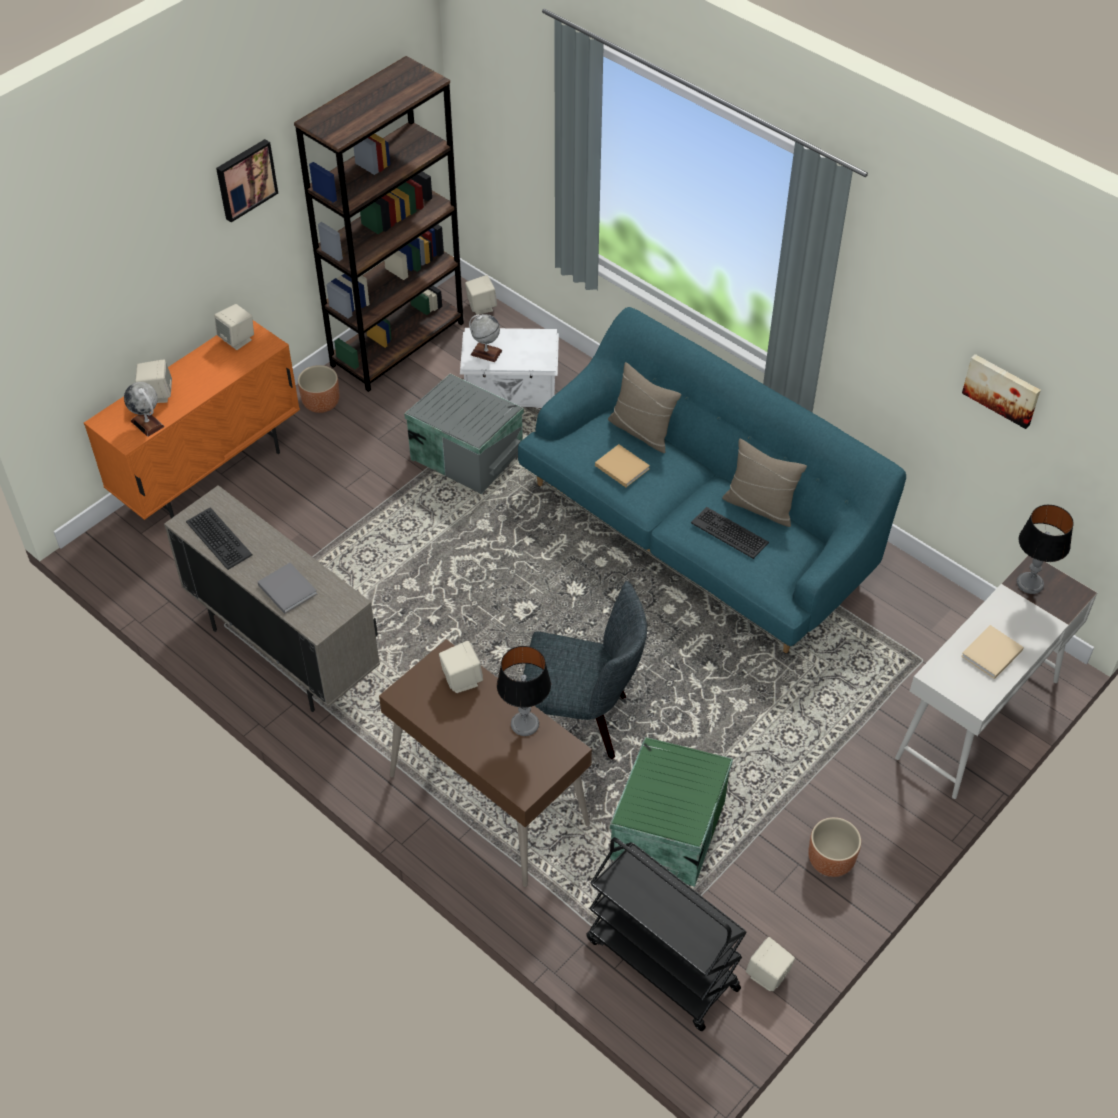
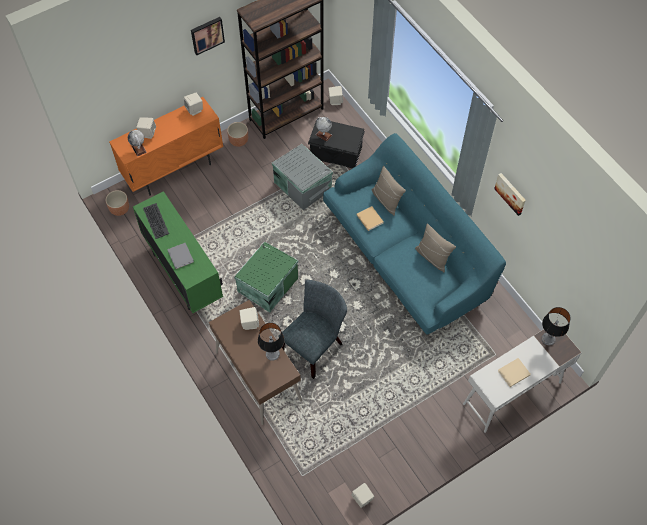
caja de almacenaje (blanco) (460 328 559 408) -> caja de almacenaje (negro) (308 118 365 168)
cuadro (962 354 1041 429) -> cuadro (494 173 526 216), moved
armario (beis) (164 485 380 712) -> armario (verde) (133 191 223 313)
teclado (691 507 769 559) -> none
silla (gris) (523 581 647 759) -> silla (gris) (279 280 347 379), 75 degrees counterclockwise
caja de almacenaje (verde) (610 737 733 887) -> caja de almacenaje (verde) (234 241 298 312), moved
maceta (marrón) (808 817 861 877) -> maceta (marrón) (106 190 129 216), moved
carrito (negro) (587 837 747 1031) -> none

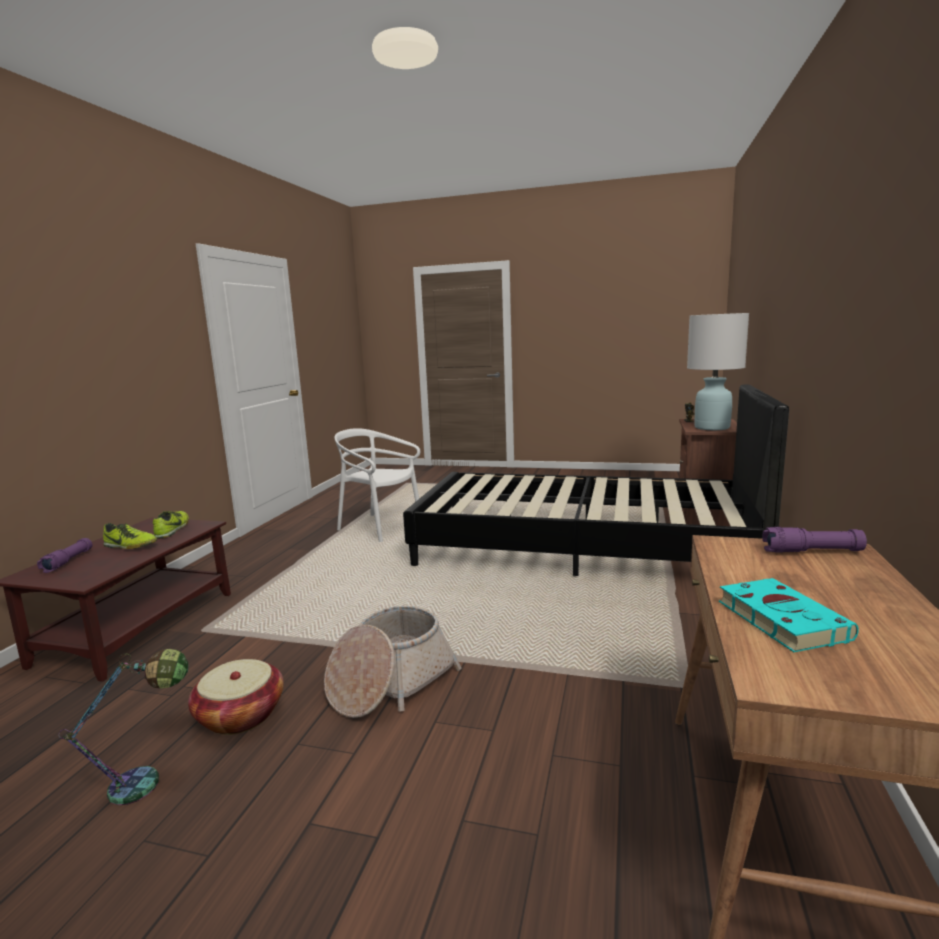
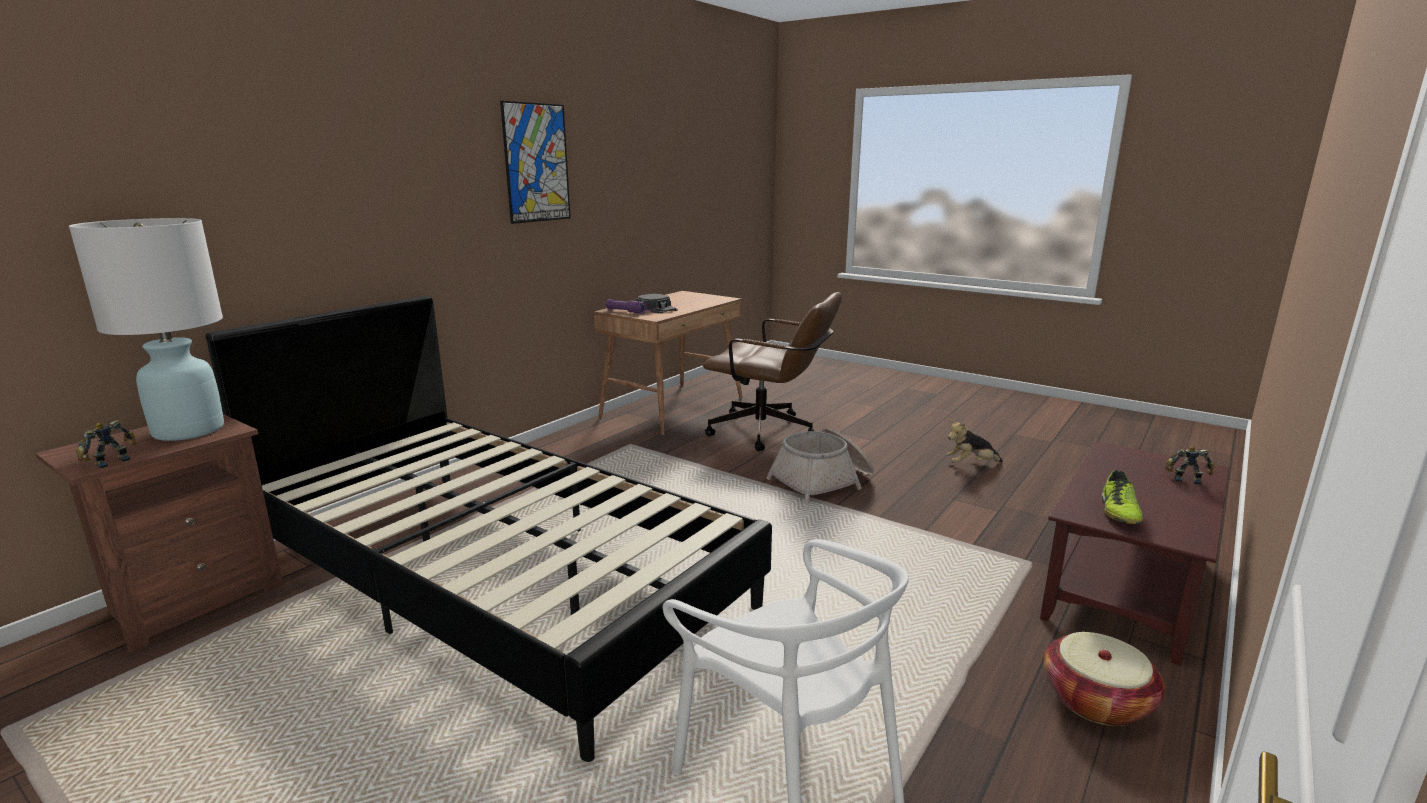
zapato (103 523 157 549) -> none
linterna (morado) (37 538 92 573) -> robot de juguete (1165 446 1215 485)
libro (turquesa) (719 578 859 652) -> none
lámpara de mesa (58 649 189 805) -> peluche (946 420 1003 463)
cesta (188 659 284 735) -> cesta (1044 632 1165 726), moved
none -> cuadro (500 101 571 224)
none -> silla de oficina (marrón) (703 292 842 451)
none -> gorra (negro) (636 294 678 314)

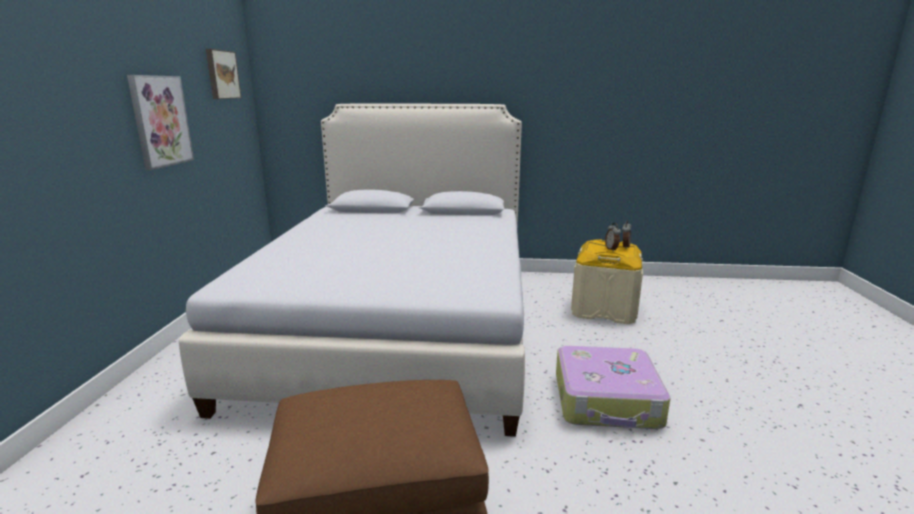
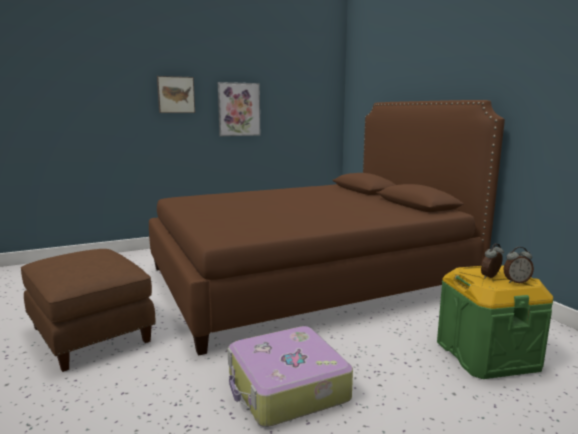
cuadro (206 49 241 99) -> cuadro (157 76 195 113), moved
cama (blanco) (179 103 525 437) -> cama (marrón) (149 100 505 356)
caja de almacenaje (beis) (571 240 643 324) -> caja de almacenaje (verde) (437 265 553 379)

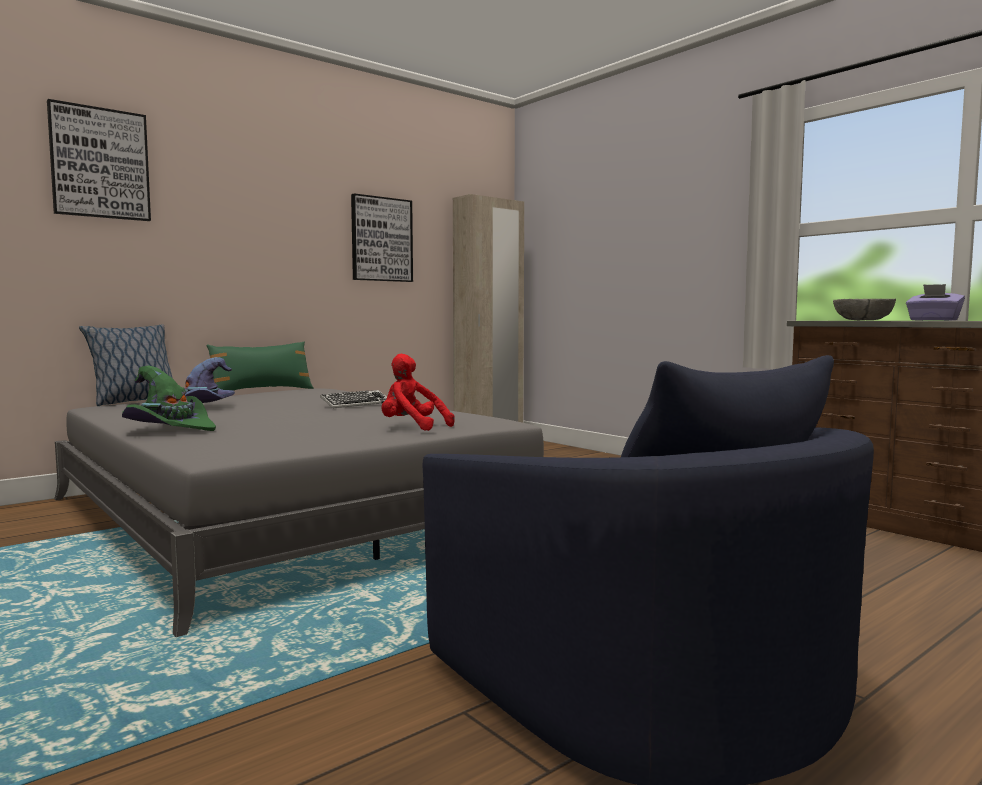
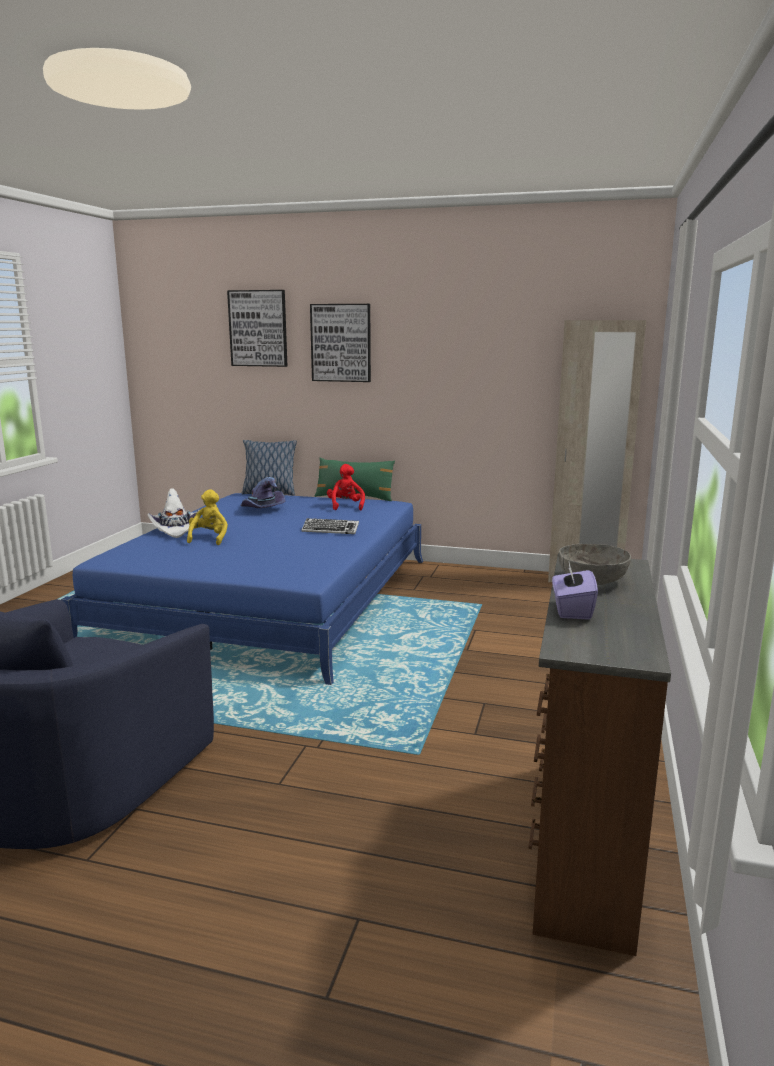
cuadro (351 193 413 282) -> cuadro (310 304 371 382), moved
peluche (rojo) (381 353 455 431) -> peluche (rojo) (327 464 365 510), moved
sombrero (verde) (122 366 216 431) -> sombrero (blanco) (148 488 199 538)
cama (gris) (54 389 544 637) -> cama (azul) (61 493 423 685)
none -> peluche (amarillo) (187 489 228 545)

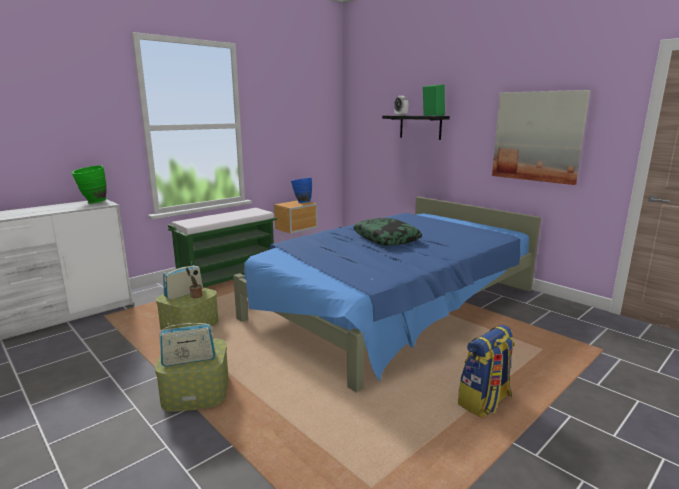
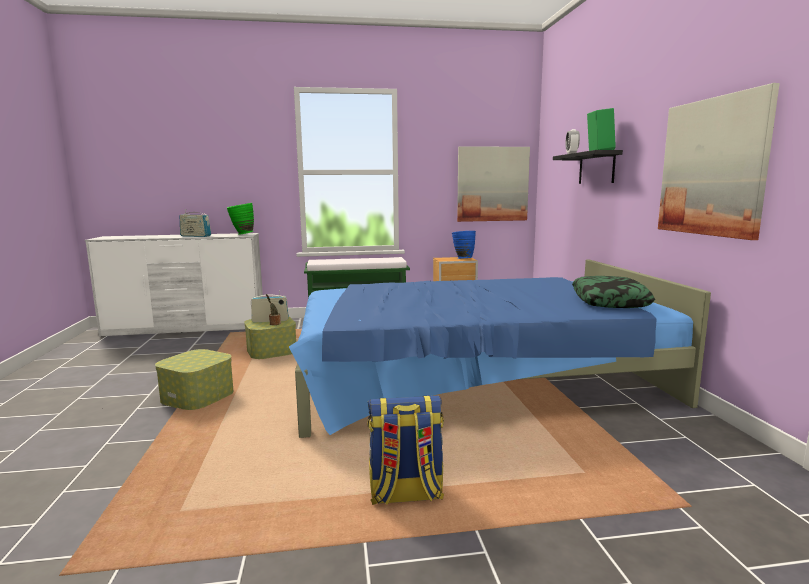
cojín (353 218 422 245) -> cojín (572 276 655 308), moved
radio (159 323 215 367) -> radio (180 209 211 237), moved
none -> cuadro (457 147 530 222)

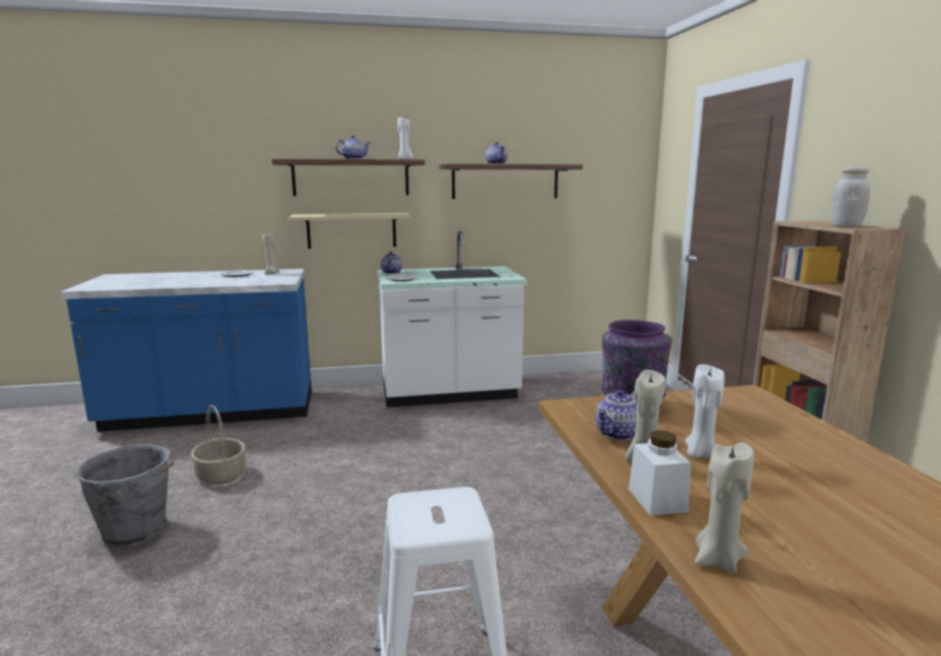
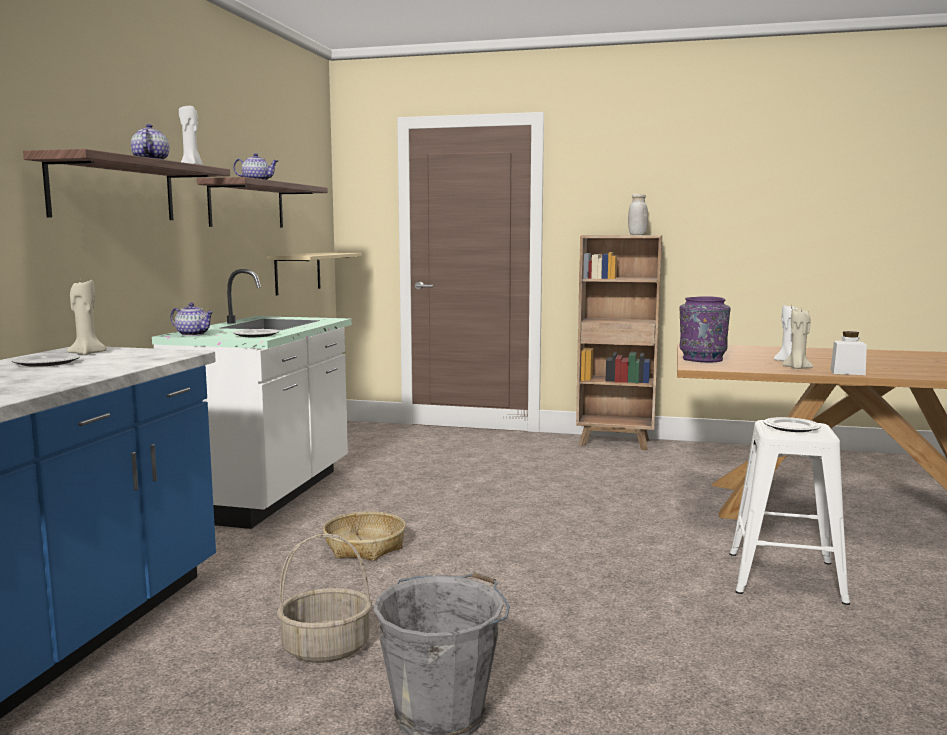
estante (beis) (288 213 411 249) -> estante (beis) (267 253 362 295), moved
tetera (595 390 637 441) -> none
vela (beis) (695 443 754 574) -> none
none -> plato (764 417 821 432)
none -> cesta (323 511 406 561)

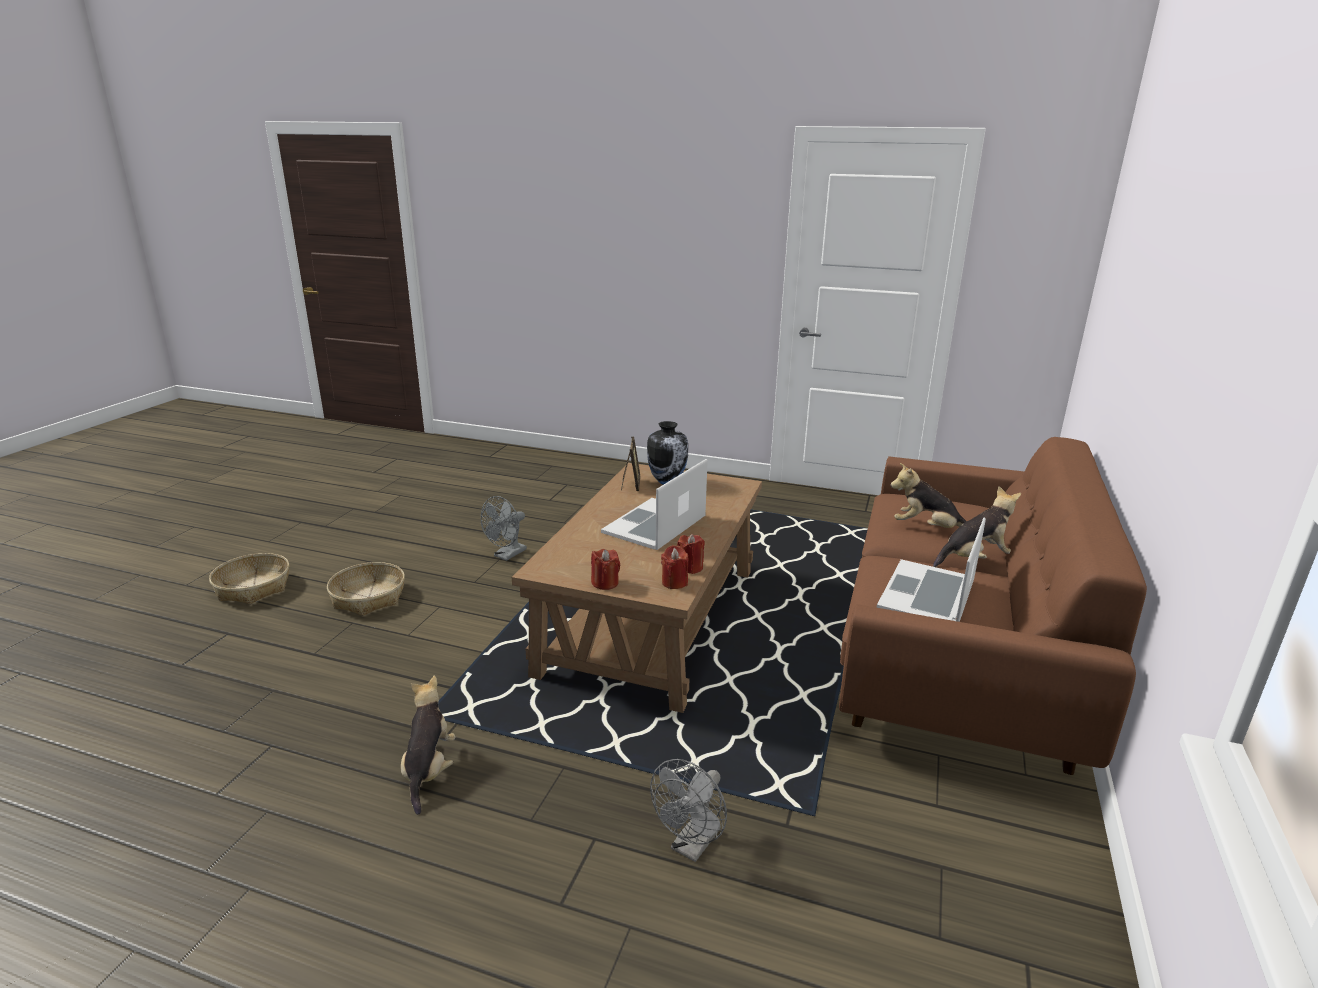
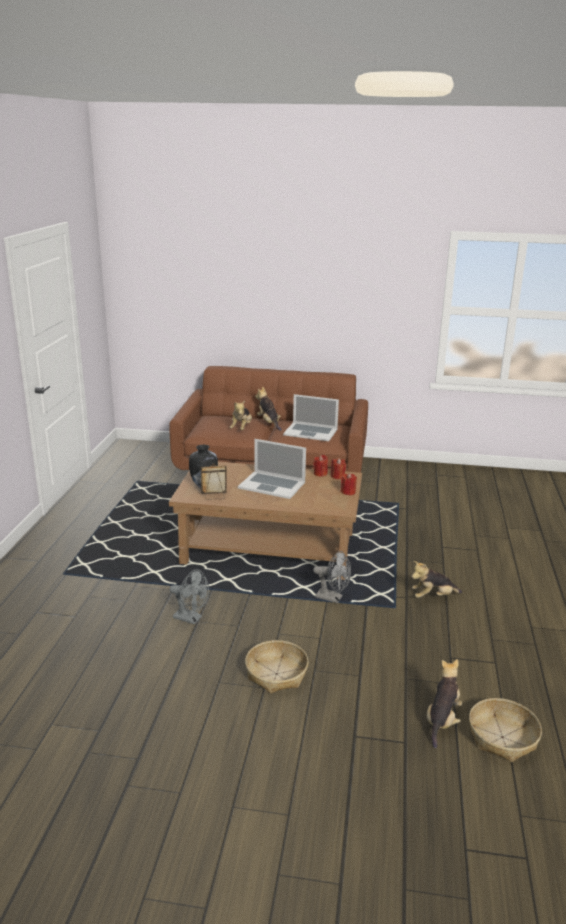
cesta (209 553 290 604) -> cesta (469 698 542 762), moved
ventilador (gris) (650 759 727 862) -> ventilador (gris) (313 551 351 604), moved
none -> peluche (427 659 462 749)

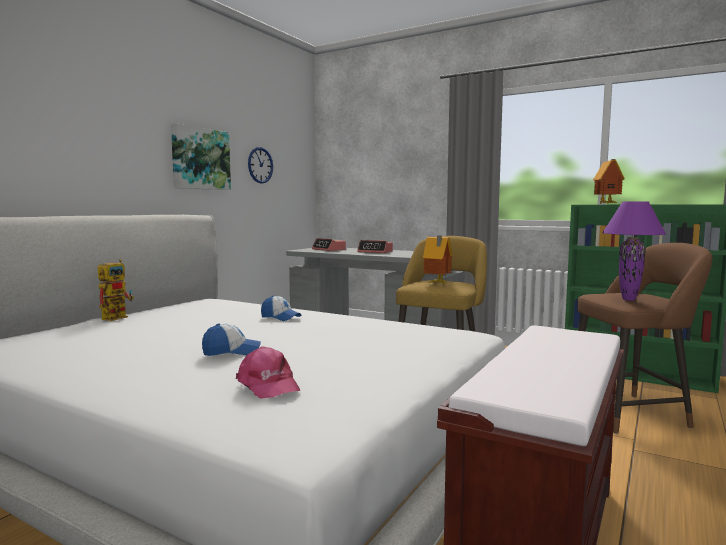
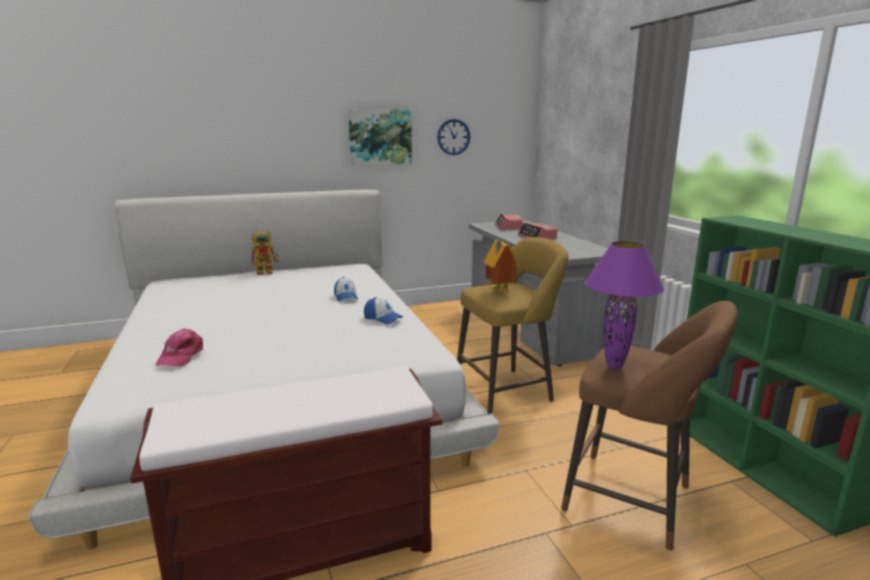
casita (593 159 625 204) -> none
gorra (202 324 261 356) -> gorra (364 297 403 324), moved

